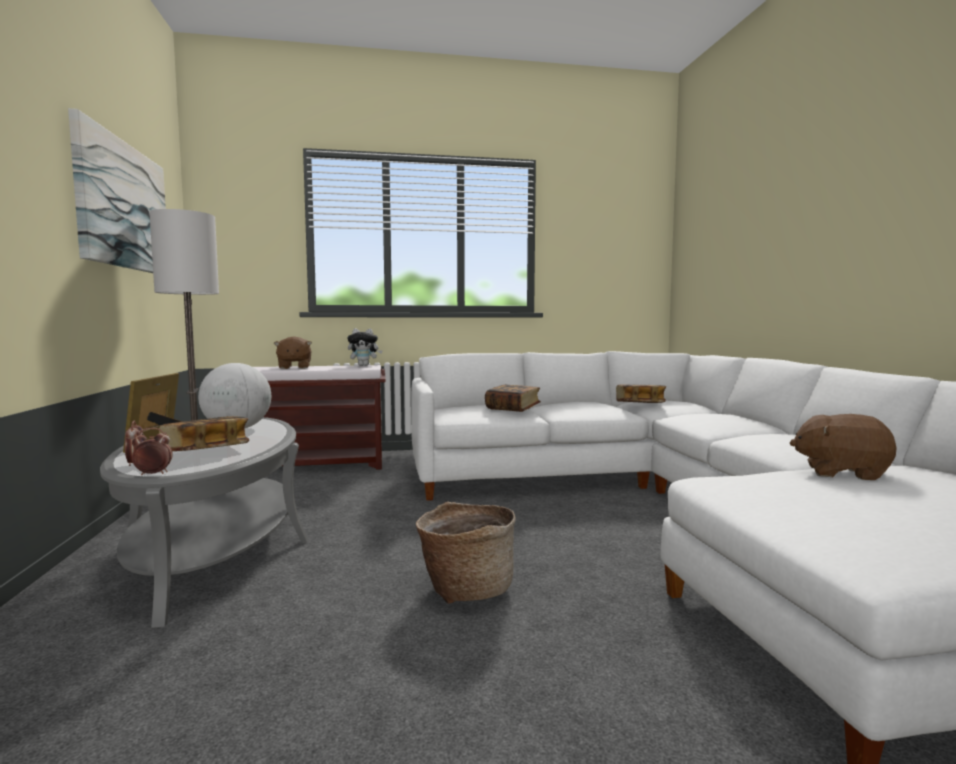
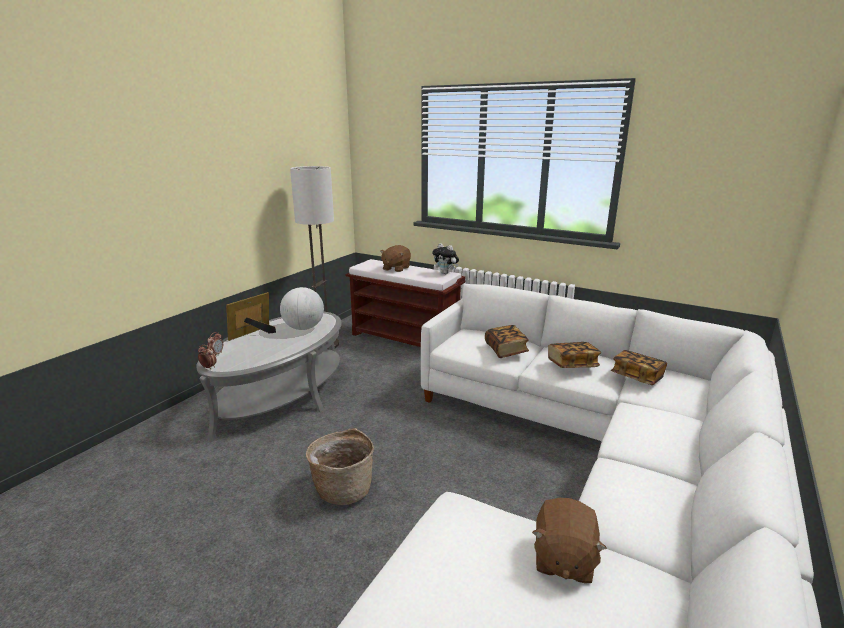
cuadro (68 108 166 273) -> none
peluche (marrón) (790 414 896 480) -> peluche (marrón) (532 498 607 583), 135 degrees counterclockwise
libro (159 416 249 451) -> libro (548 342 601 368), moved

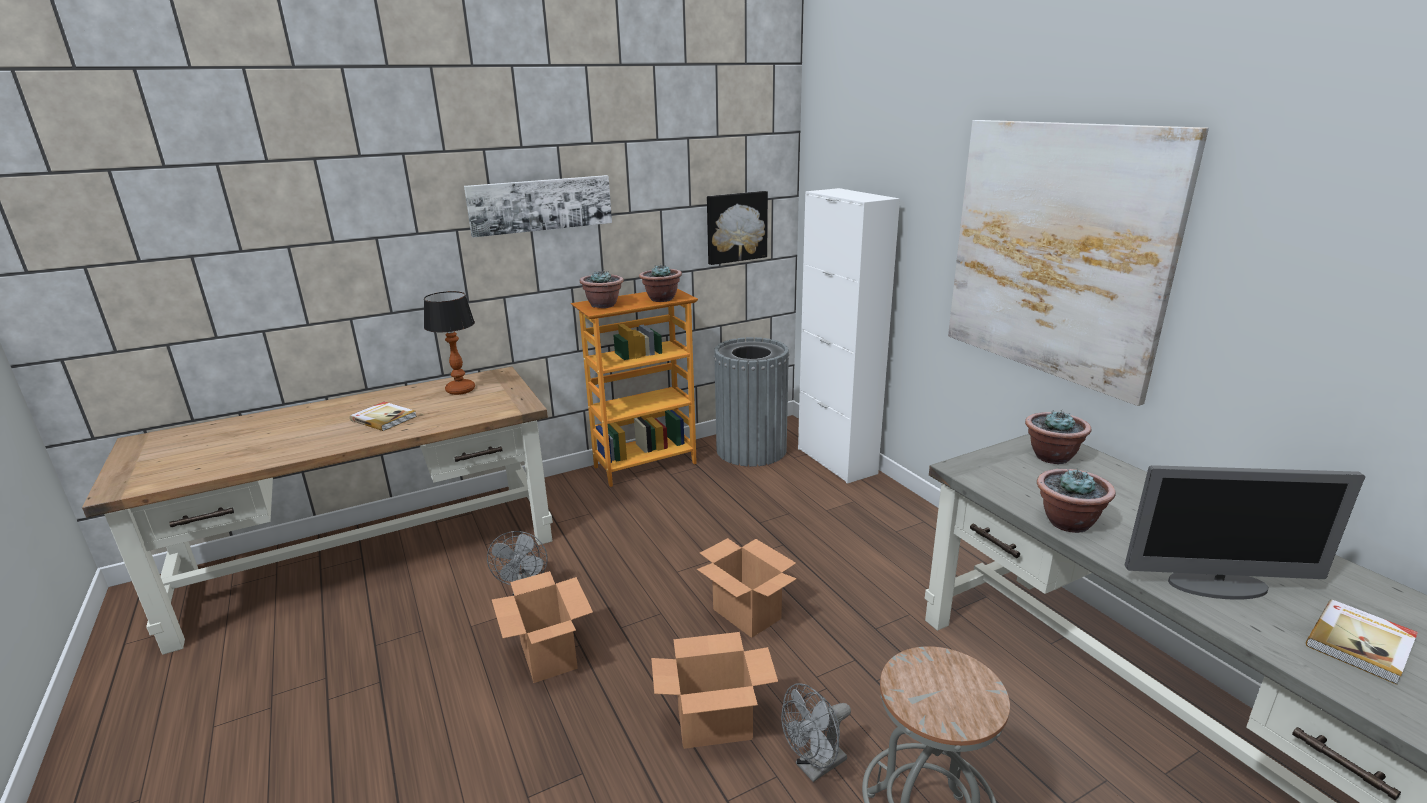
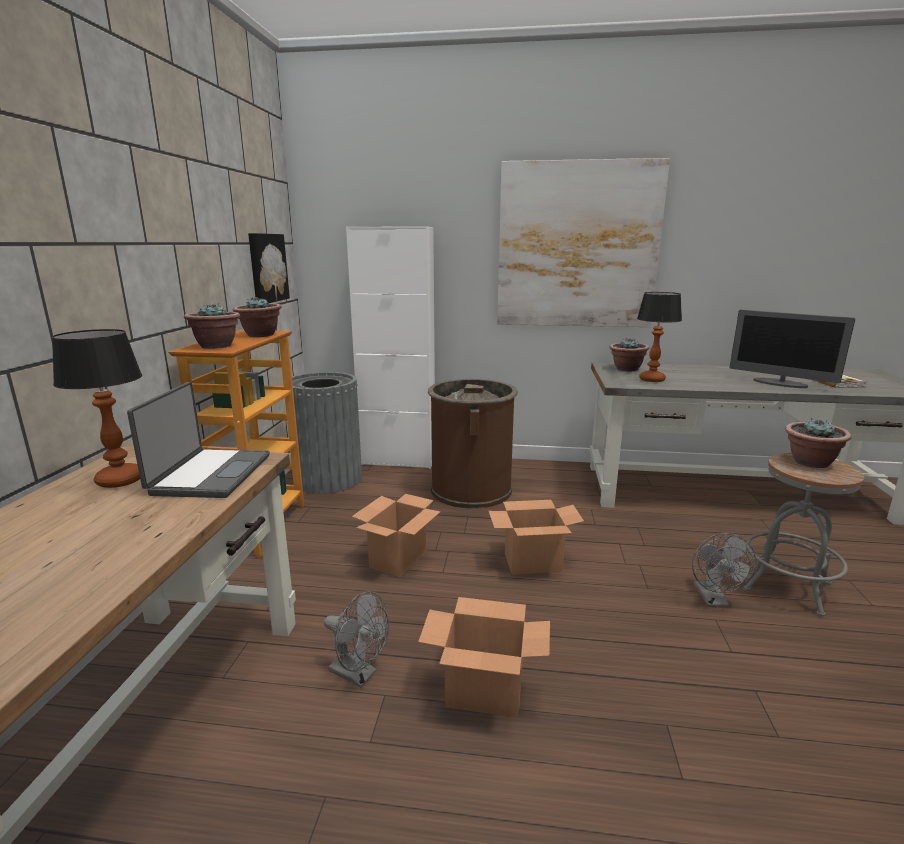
cuadro (464 175 612 238) -> none
libro (350 402 417 431) -> none
monitor (1125 465 1365 600) -> monitor (729 310 855 388), 90 degrees clockwise
planta en maceta (1037 468 1116 533) -> planta en maceta (785 418 852 468), moved
caja de cartón (651 632 778 749) -> caja de cartón (352 494 440 577), moved
none -> lámpara de mesa (637 292 682 382)
none -> papelera (marrón) (428 379 518 509)
none -> portátil (127 382 270 498)

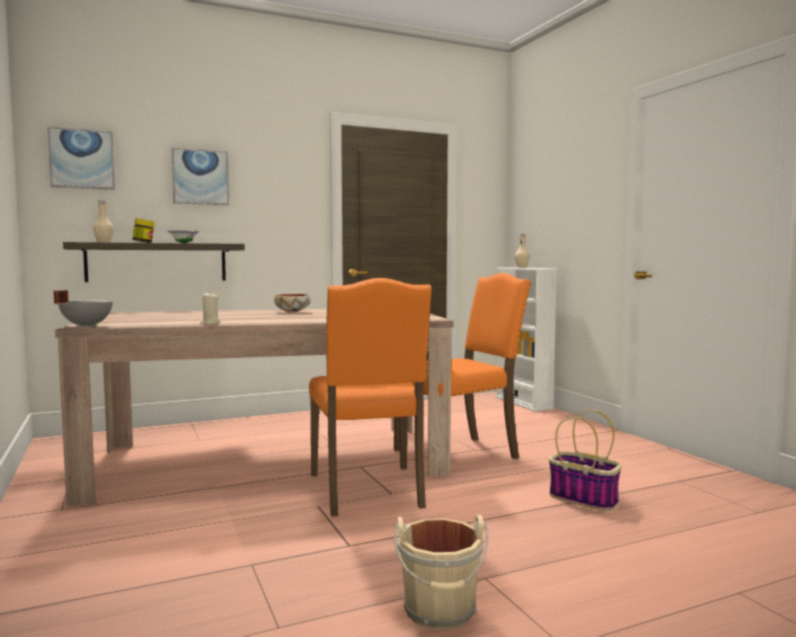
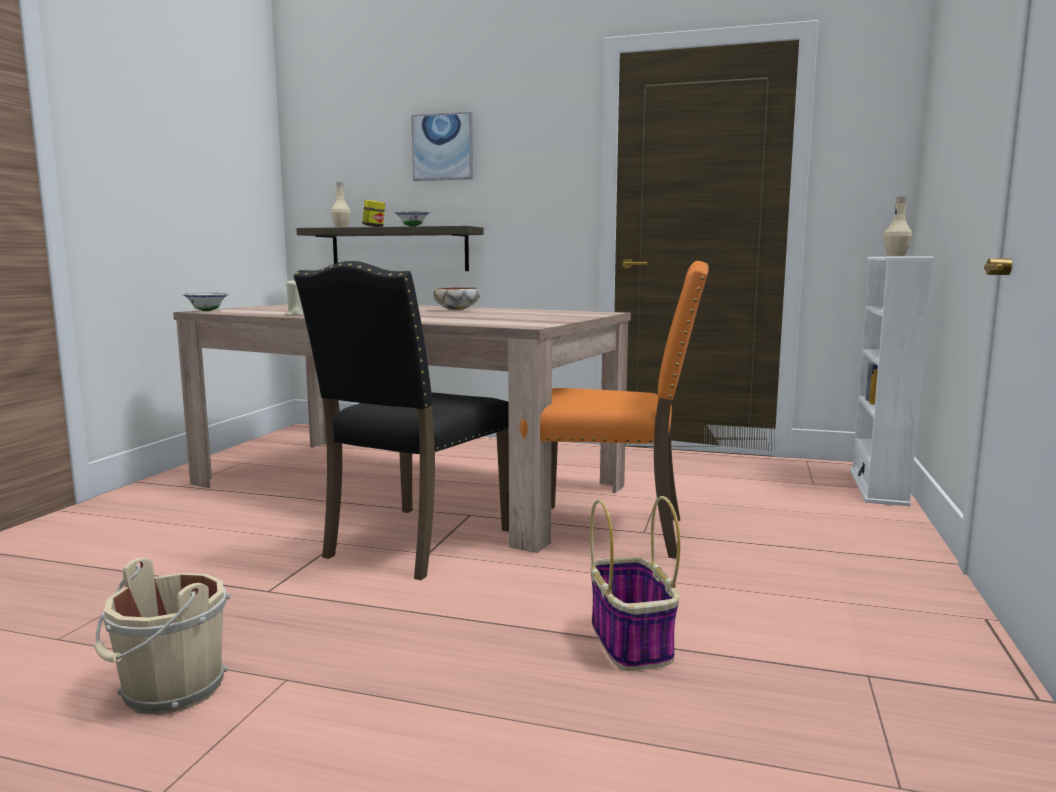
cuadro (47 127 115 190) -> none
silla (naranja) (309 278 432 517) -> silla (negro) (294 261 509 580)
olla (gris) (53 290 113 328) -> cuenco (blanco) (182 292 229 311)

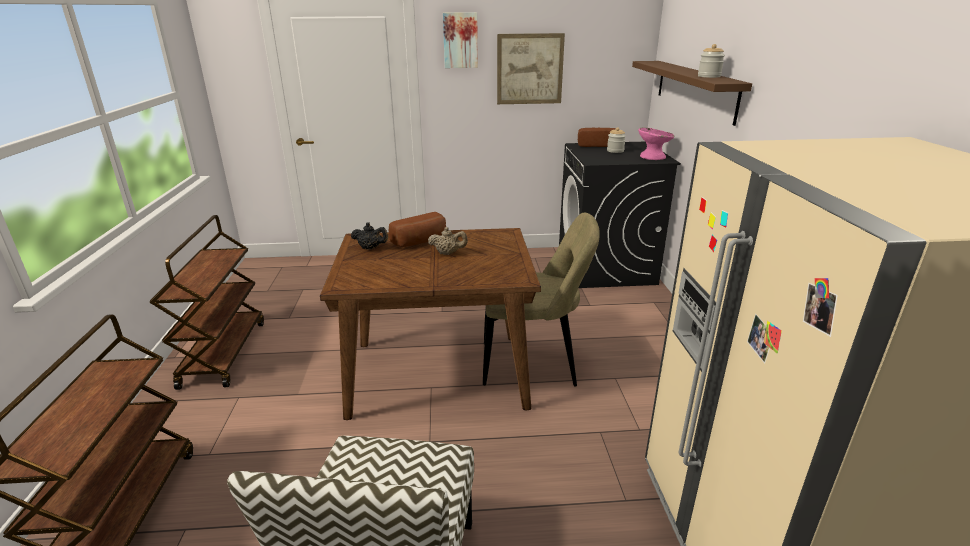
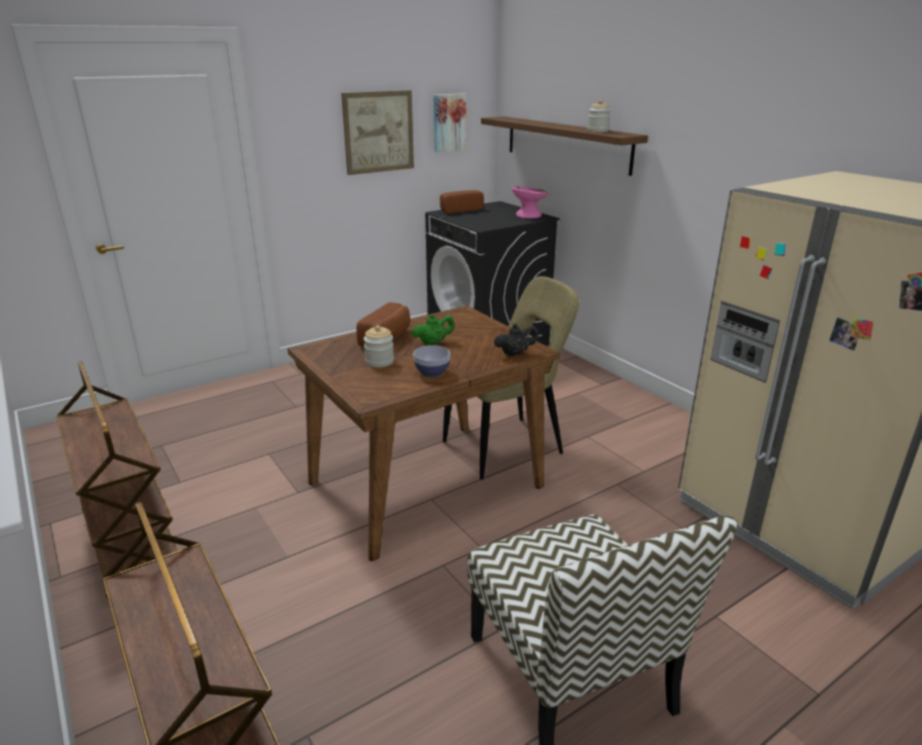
cuadro (443 12 478 68) -> cuadro (434 93 466 152), moved
tarro (607 127 626 153) -> tarro (364 325 394 368), moved
tetera (negro) (351 222 388 249) -> tetera (negro) (494 324 538 356), moved
tetera (beis) (428 227 468 255) -> tetera (verde) (412 314 455 346)
none -> cuenco (413 345 450 377)

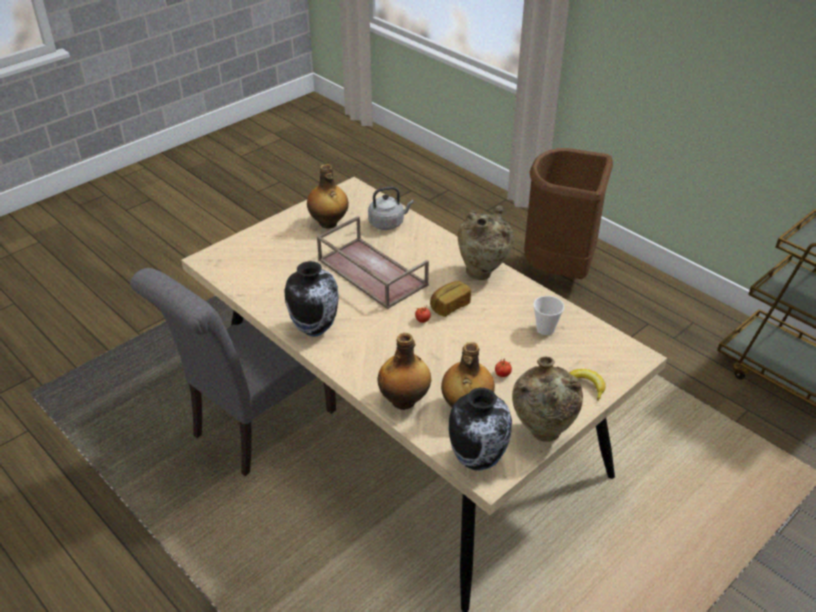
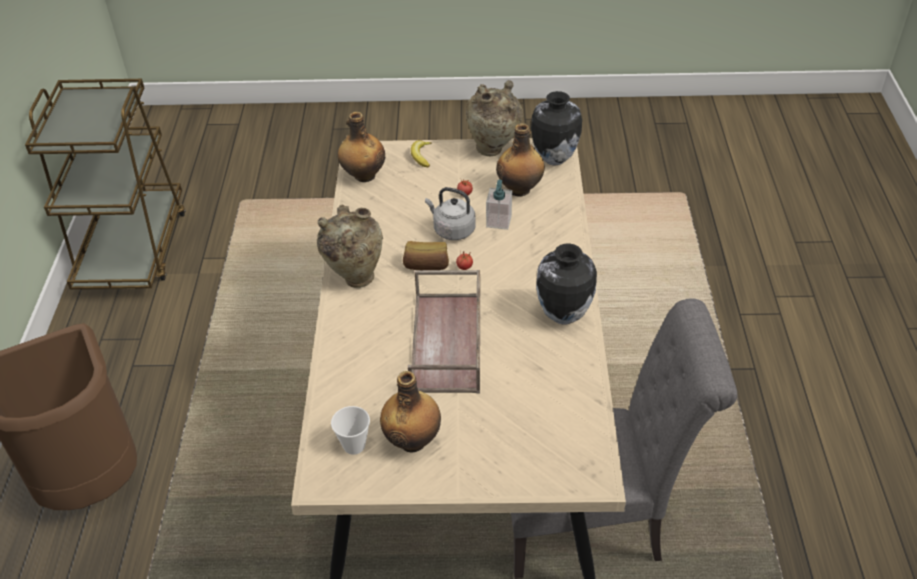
hervidor (gris) (368 186 414 230) -> hervidor (gris) (425 187 476 240), moved
taza (533 296 564 335) -> taza (331 406 370 455), moved
botella (377 333 431 410) -> botella (338 112 385 182), moved
none -> dispensador de jabón (486 179 512 230)

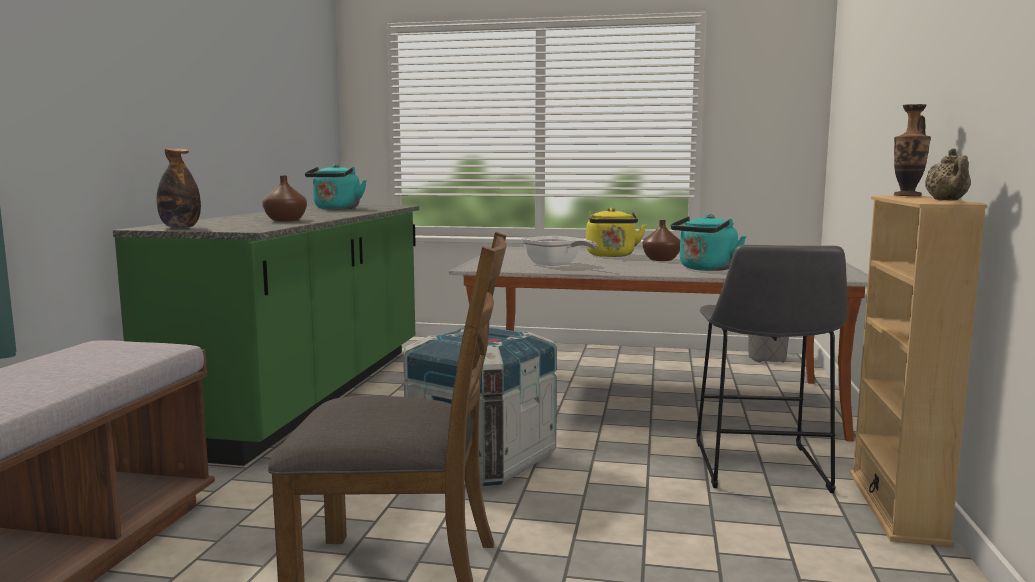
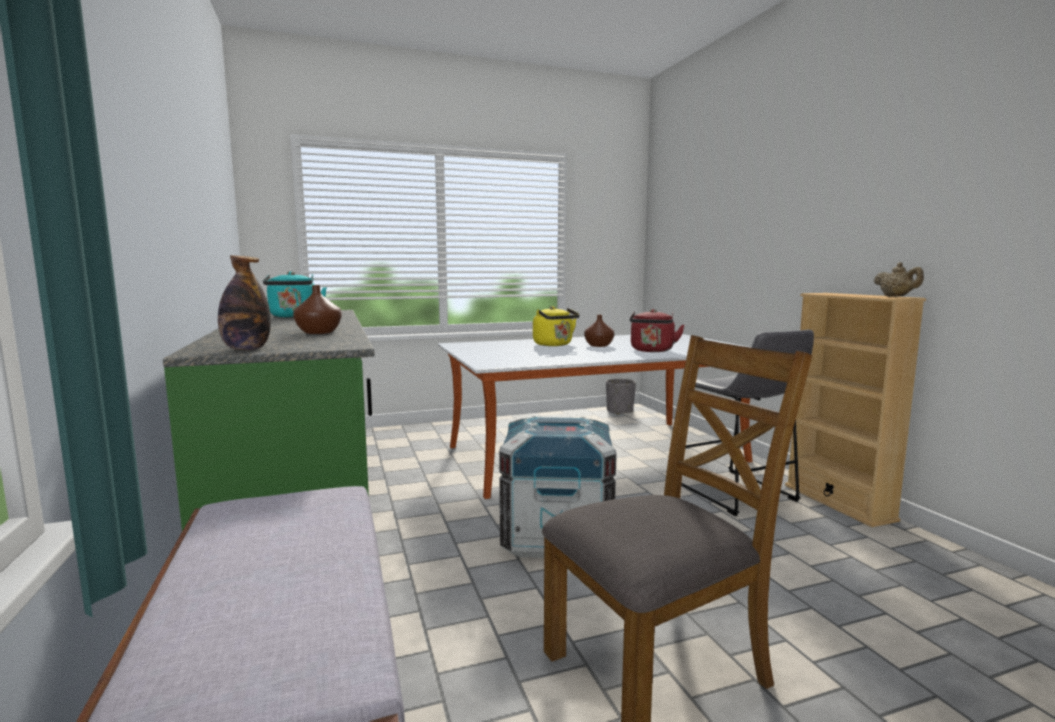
florero (894 104 931 196) -> none
hervidor (turquesa) (671 214 746 271) -> hervidor (rojo) (630 309 685 352)
sartén (521 236 598 266) -> none

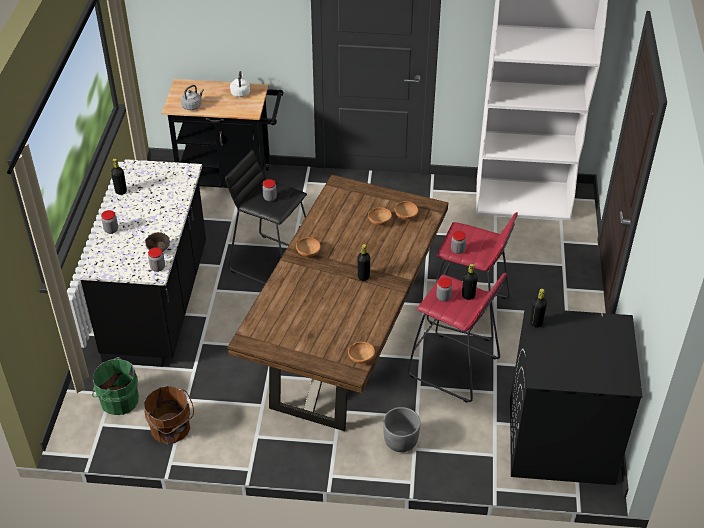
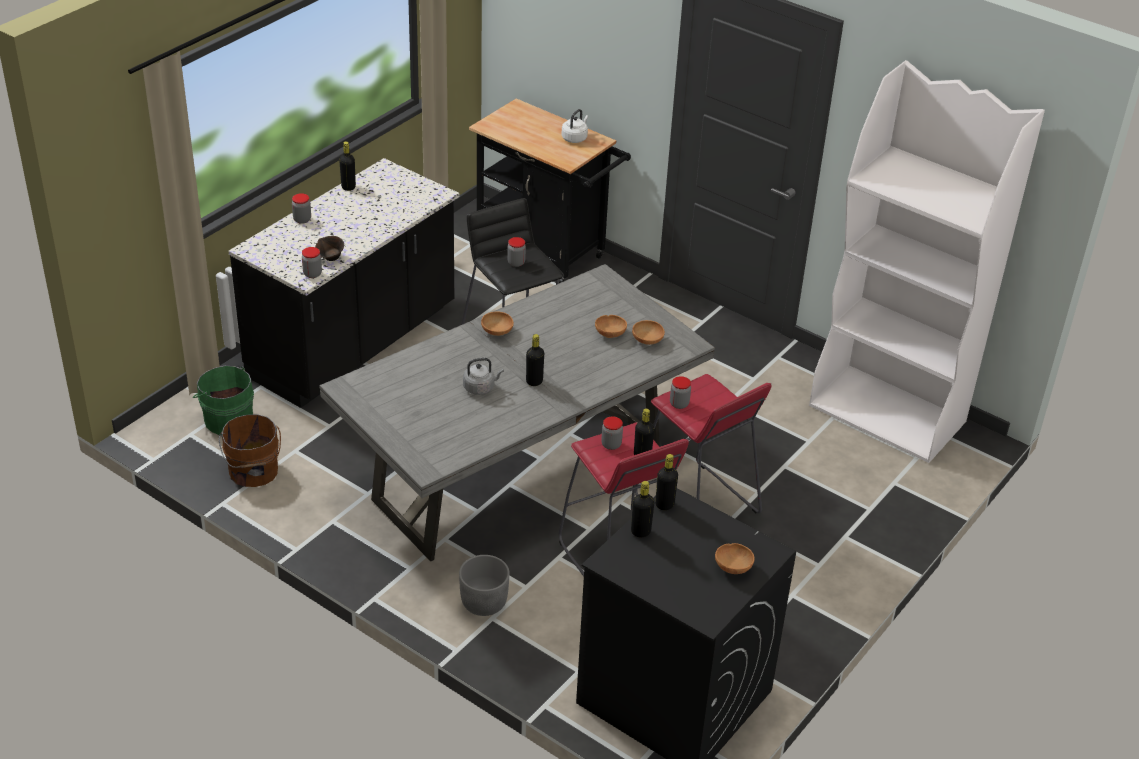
hervidor (gris) (181 85 204 110) -> hervidor (gris) (463 358 504 395), moved
mesa de comedor (marrón) (227 174 448 431) -> mesa de comedor (gris) (319 264 715 561)
cuenco (marrón) (348 342 375 364) -> cuenco (marrón) (715 543 754 574), moved
none -> botella (negro) (631 481 654 538)

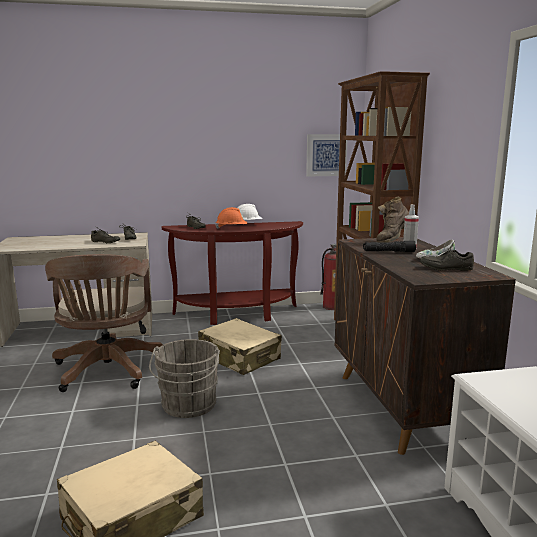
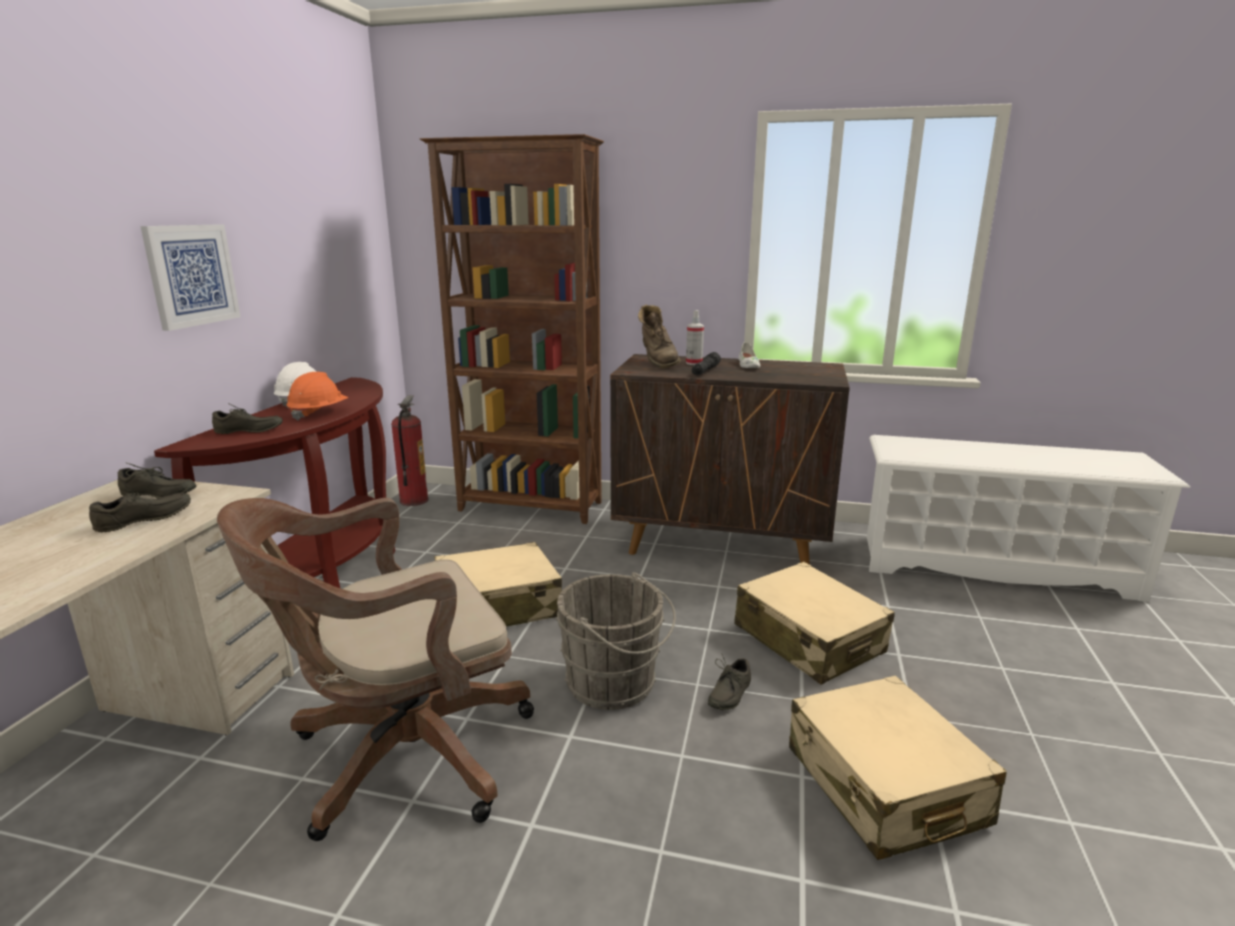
cuadro (306 134 348 176) -> cuadro (140 224 241 331), moved
zapato (gris) (420 242 474 271) -> zapato (gris) (708 653 751 710), moved
silla de oficina (marrón) (45 254 163 392) -> silla de oficina (marrón) (217 498 534 841), 135 degrees clockwise
none -> maleta (beis) (734 562 895 685)

